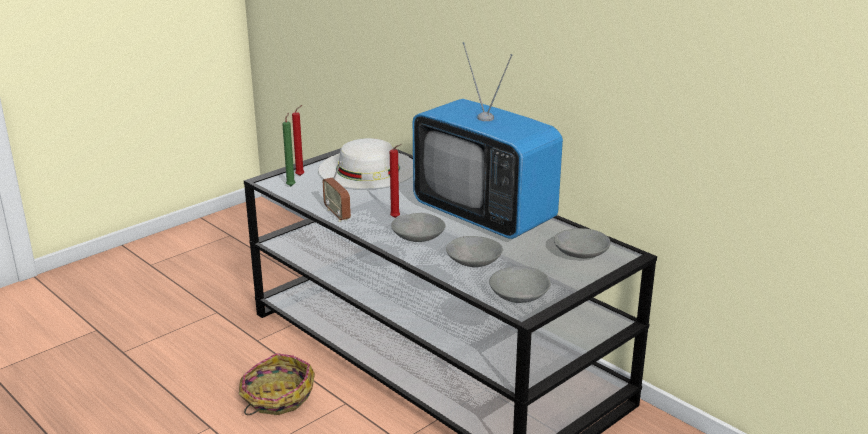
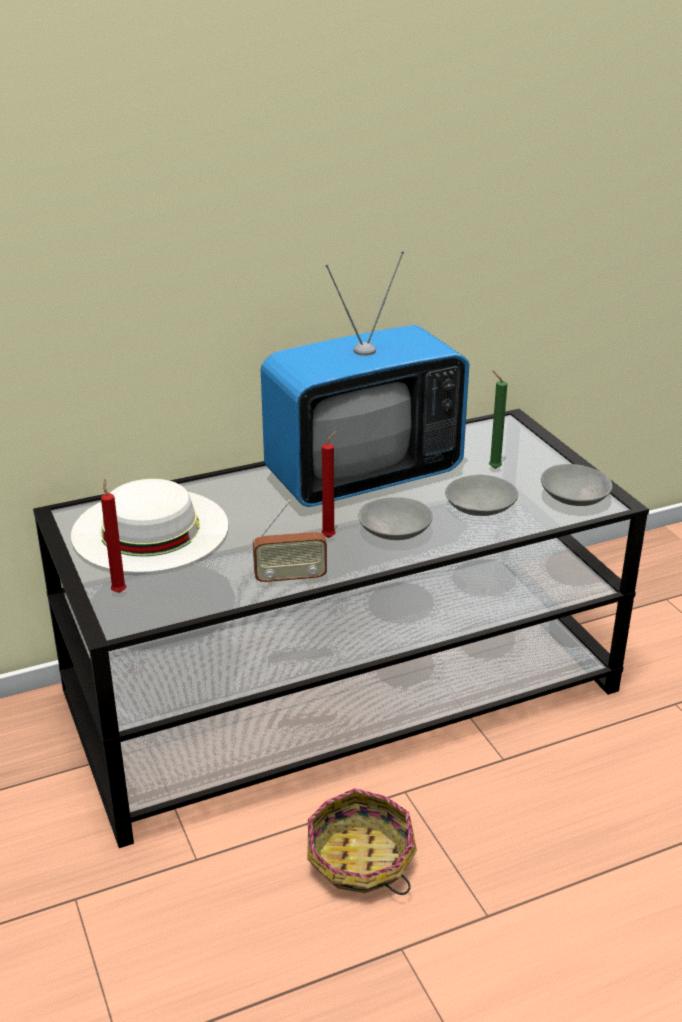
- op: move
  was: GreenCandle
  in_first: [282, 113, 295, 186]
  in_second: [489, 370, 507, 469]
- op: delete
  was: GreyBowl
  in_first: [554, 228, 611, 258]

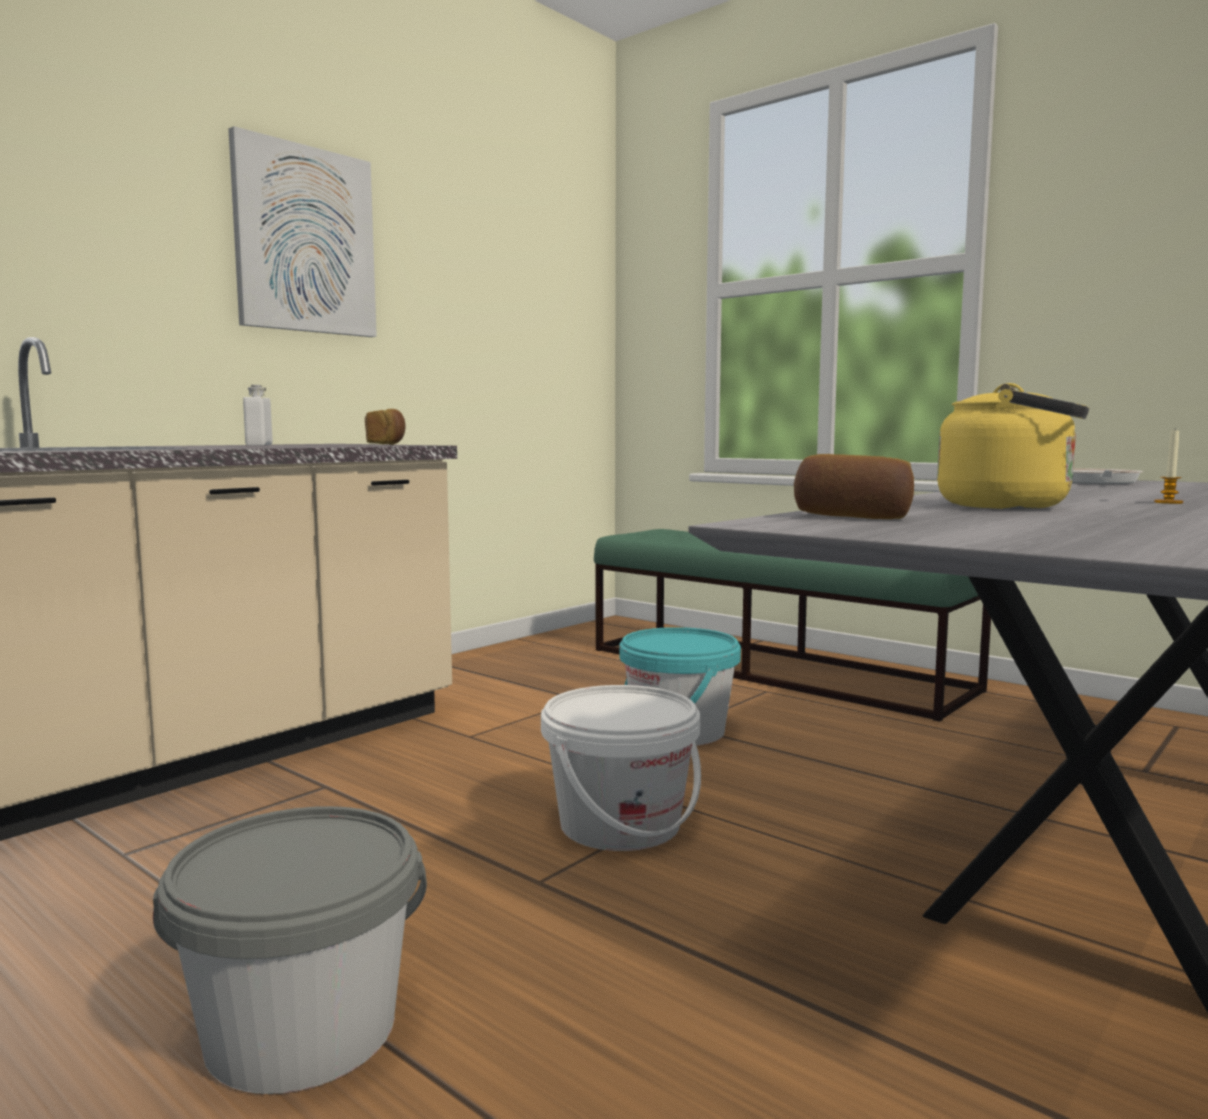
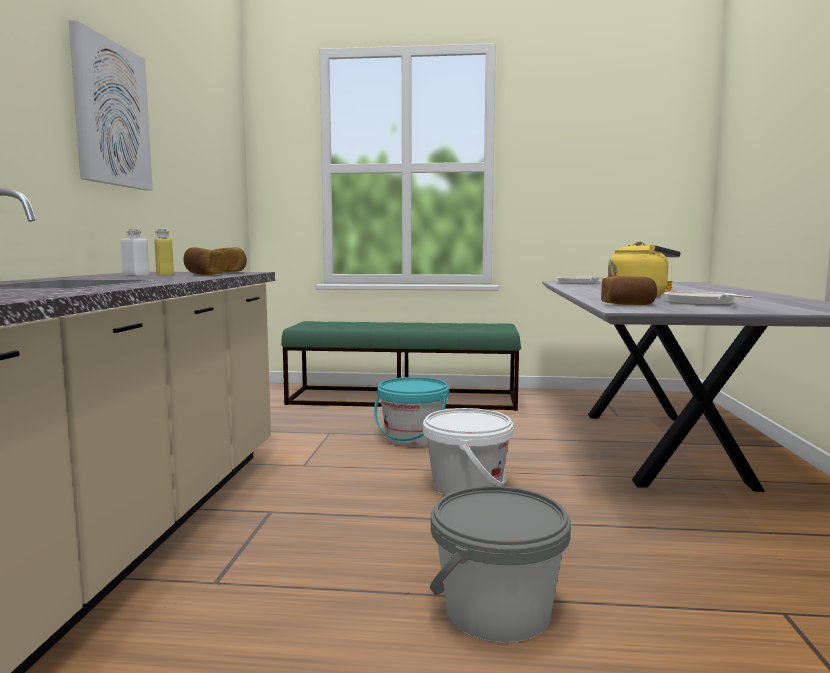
- op: insert
  now: YellowBottle
  in_second: [154, 229, 174, 276]
- op: insert
  now: Bread
  in_second: [183, 247, 224, 275]
- op: insert
  now: FryingPan
  in_second: [664, 292, 753, 305]

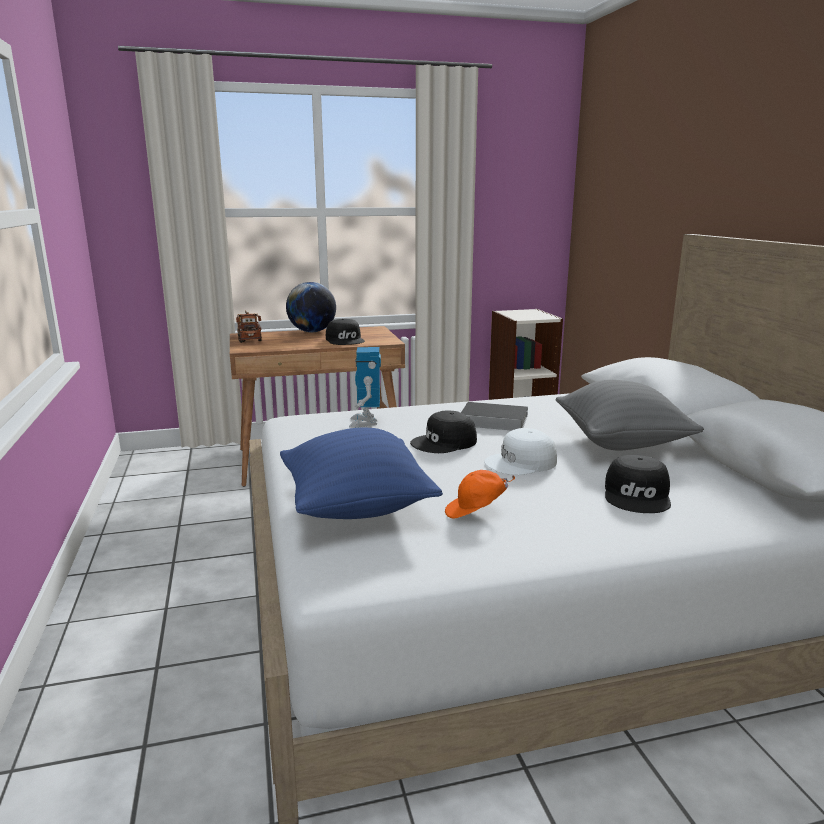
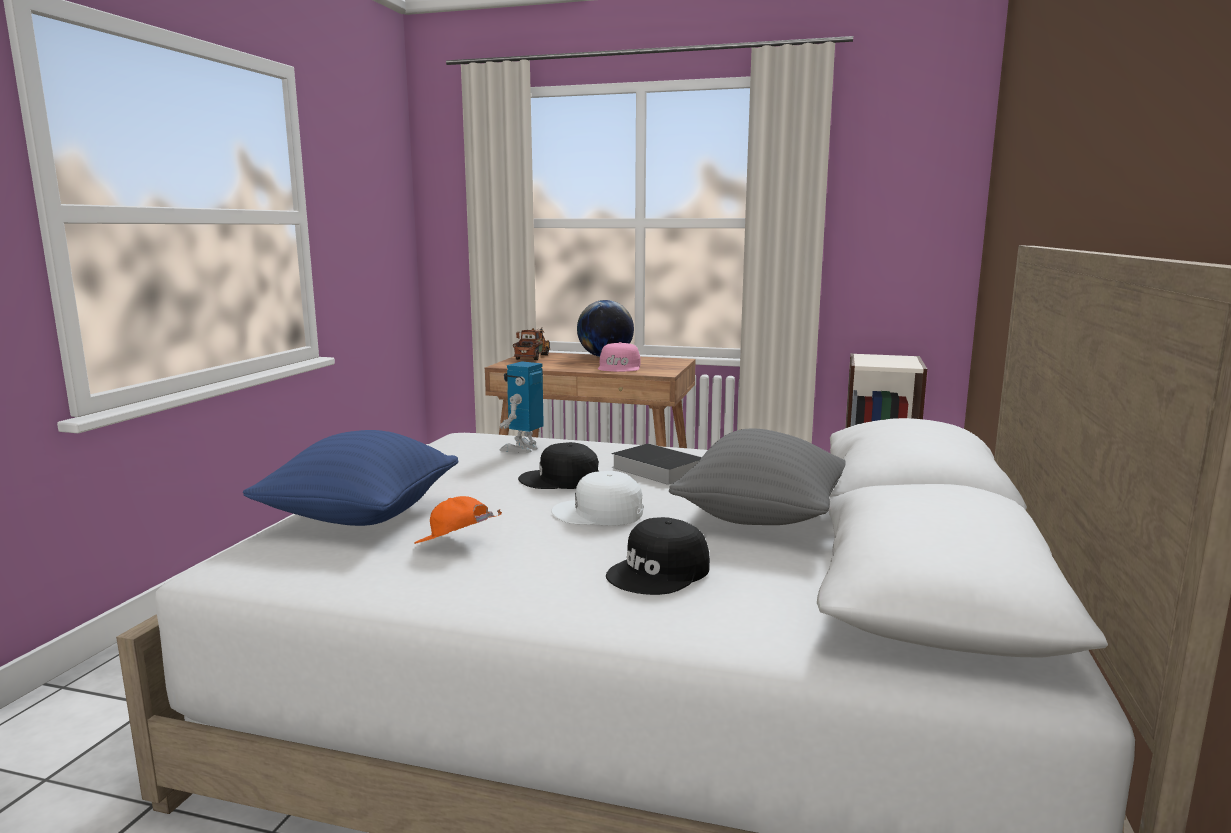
- op: recolor
  was: BlackCap
  now: PinkCap
  in_first: [326, 319, 365, 345]
  in_second: [598, 342, 641, 372]

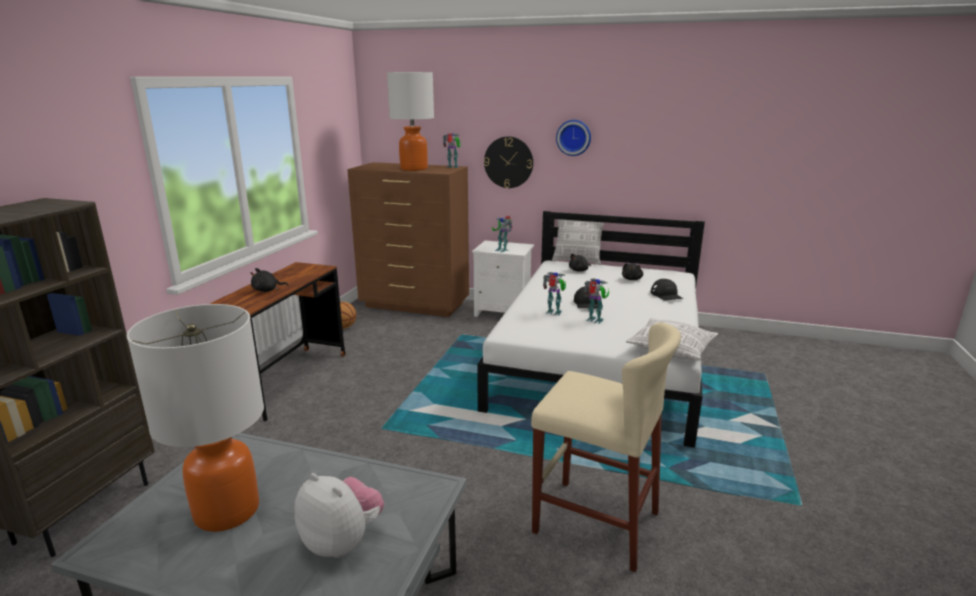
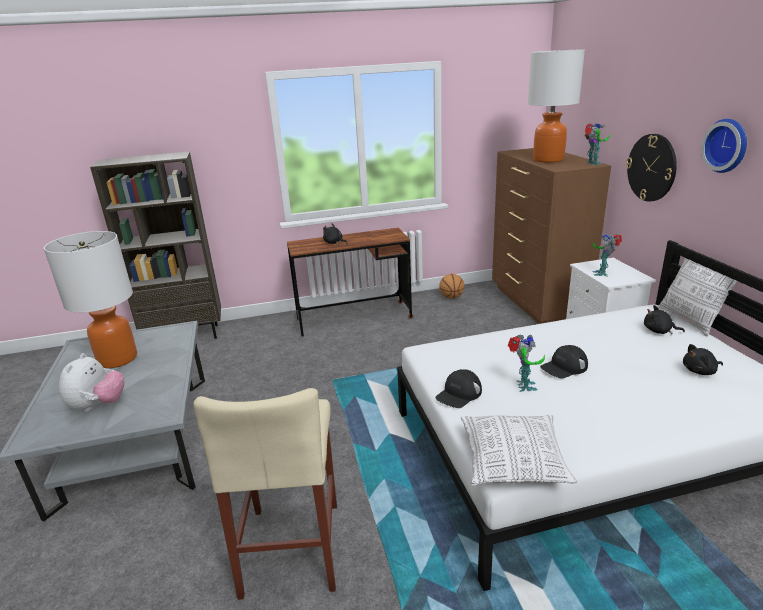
- op: delete
  was: ToyRobot
  in_first: [543, 272, 566, 316]
- op: move
  was: BlackCap
  in_first: [651, 279, 683, 301]
  in_second: [435, 369, 482, 408]

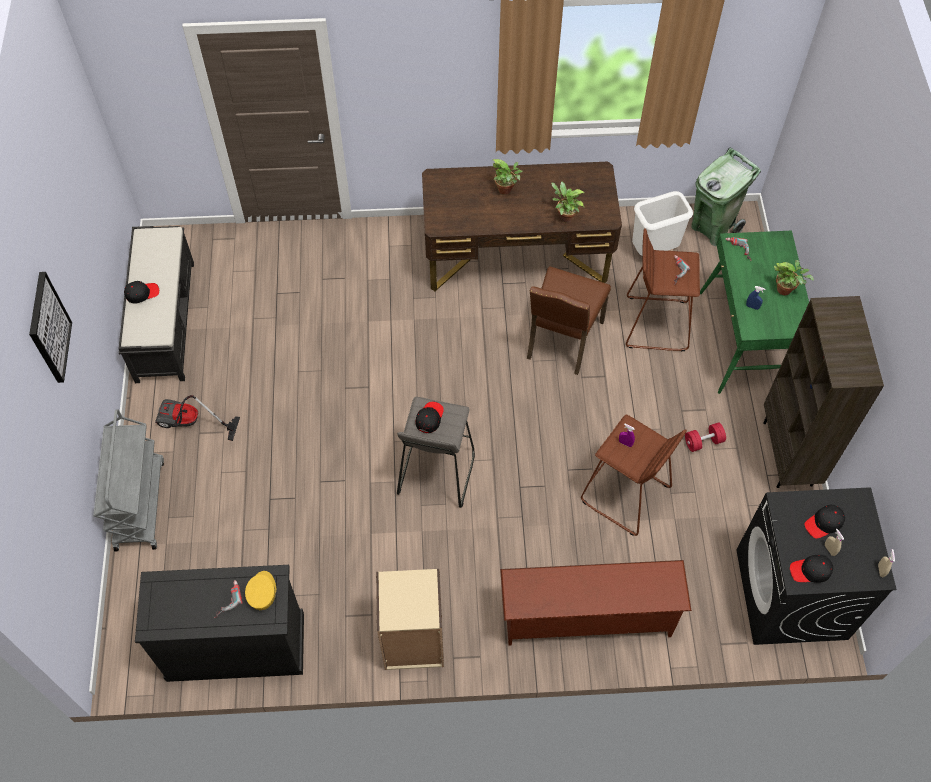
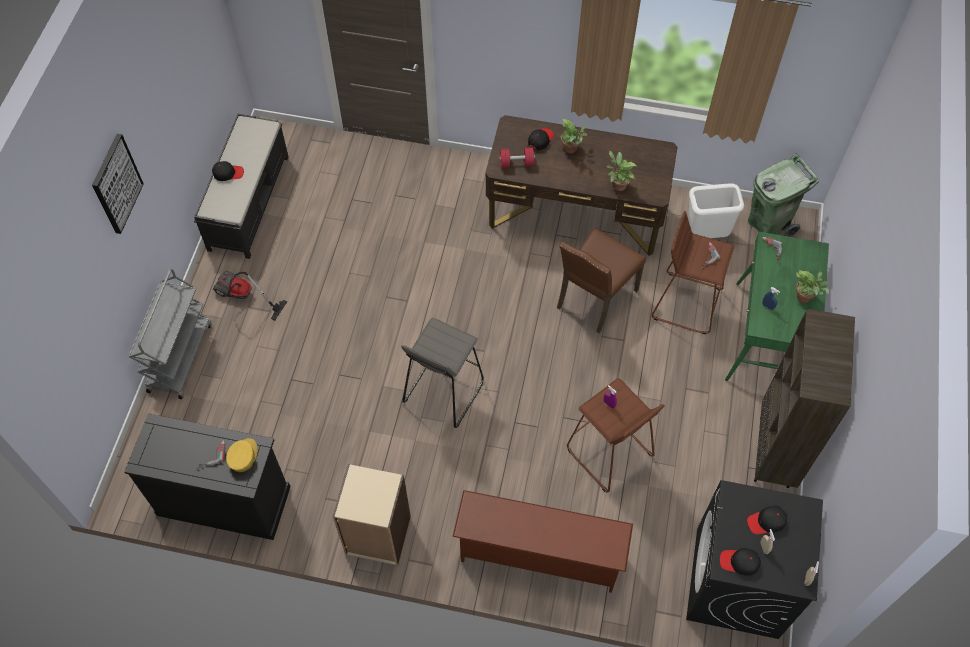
- op: move
  was: BlackCap
  in_first: [415, 402, 444, 433]
  in_second: [528, 128, 554, 151]
- op: move
  was: RedDumbbell
  in_first: [685, 423, 726, 452]
  in_second: [499, 147, 535, 168]

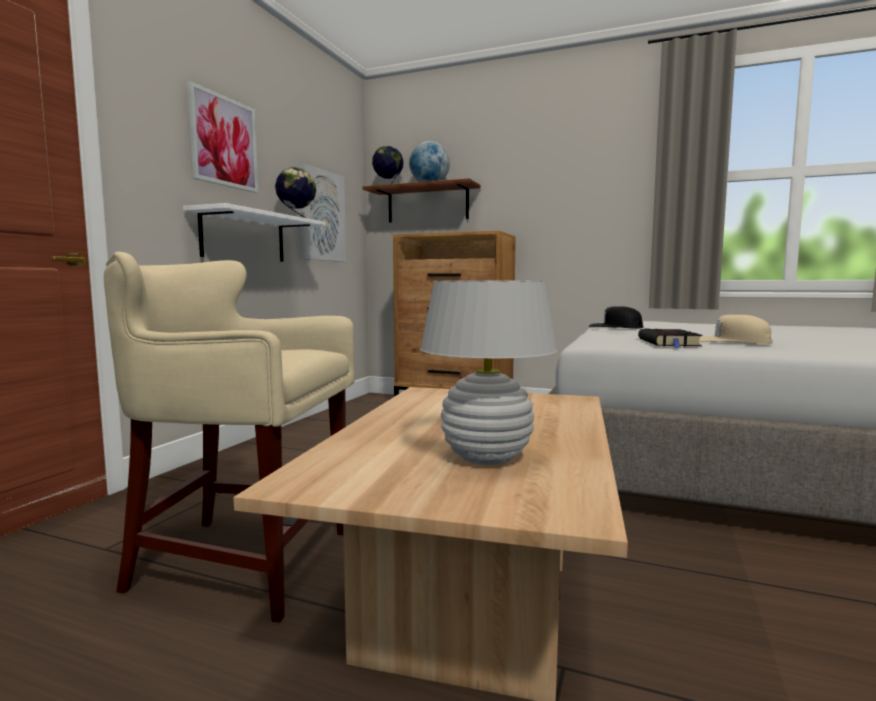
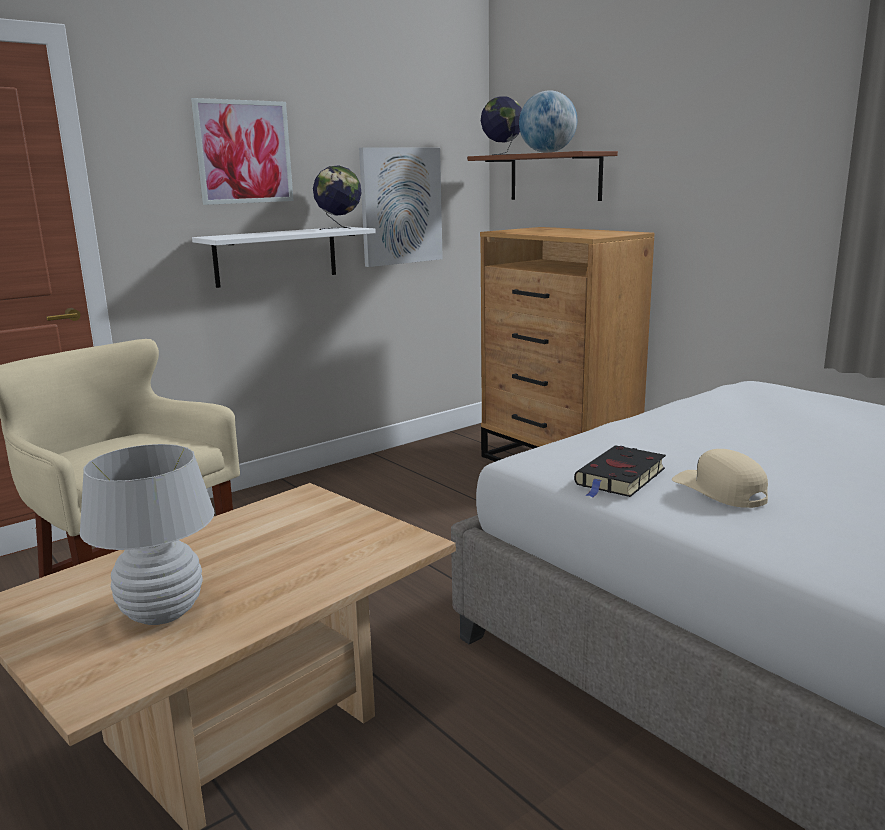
- op: delete
  was: BlackCap
  in_first: [589, 306, 643, 329]

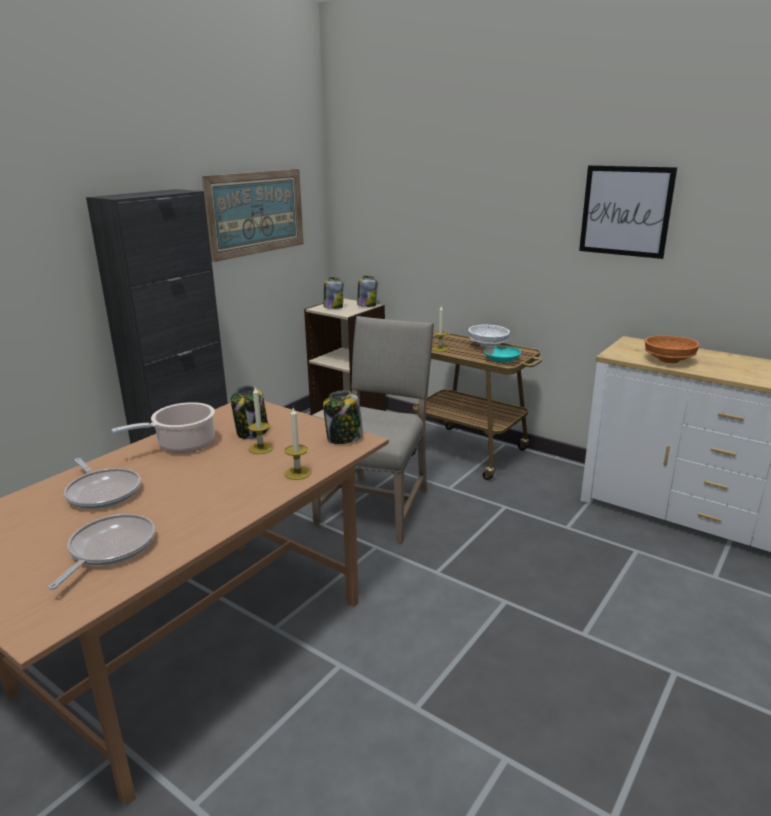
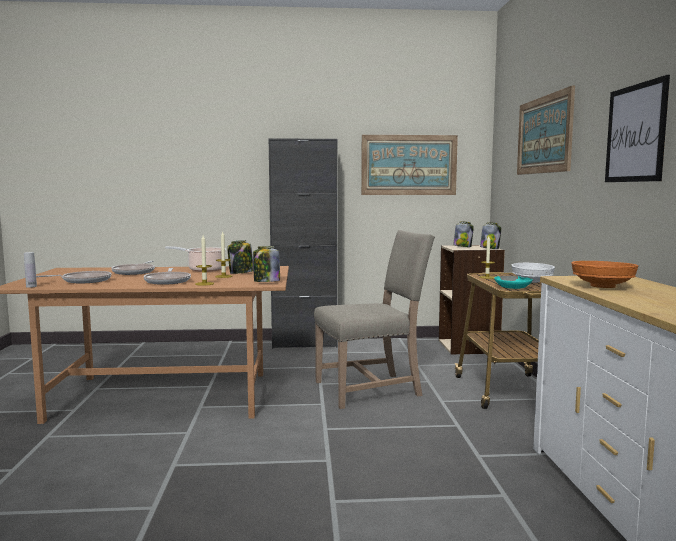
- op: insert
  now: Picture
  in_second: [517, 86, 575, 175]
- op: insert
  now: WhiteBottle
  in_second: [24, 252, 37, 288]
- op: insert
  now: FryingPan
  in_second: [144, 268, 191, 285]

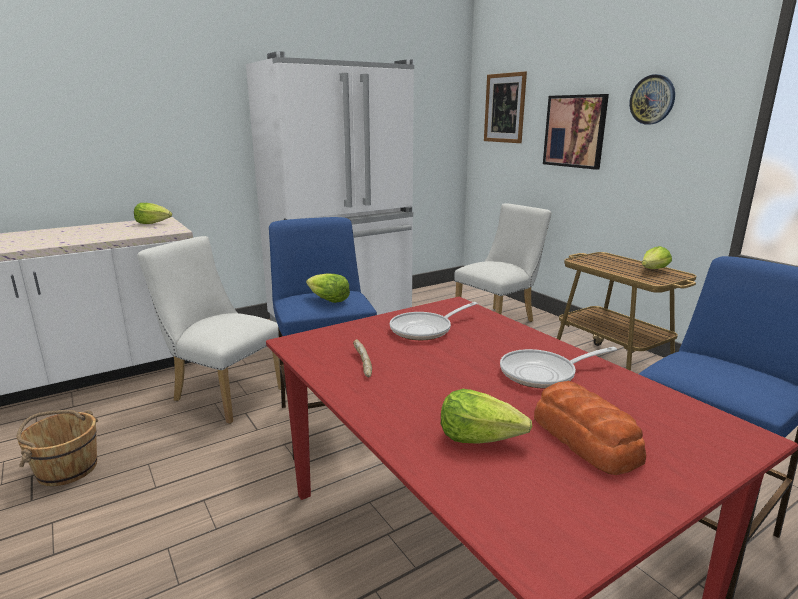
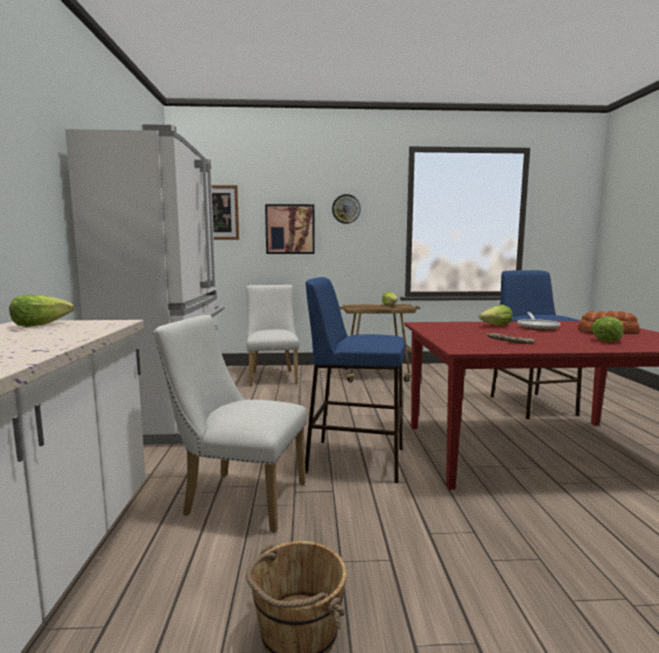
- op: rotate
  was: WhiteChair
  in_first: [137, 236, 281, 424]
  in_second: [153, 315, 307, 533]
  clockwise: 45
- op: move
  was: Lettuce
  in_first: [306, 273, 350, 303]
  in_second: [479, 305, 513, 325]
- op: delete
  was: FryingPan
  in_first: [390, 302, 478, 340]

